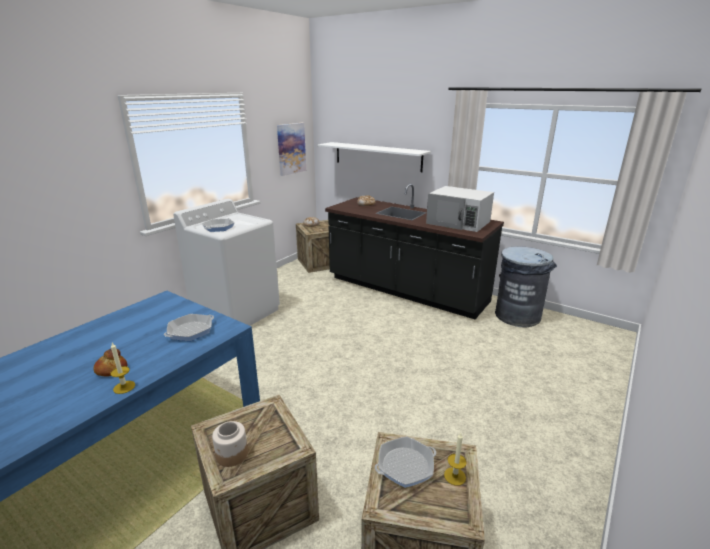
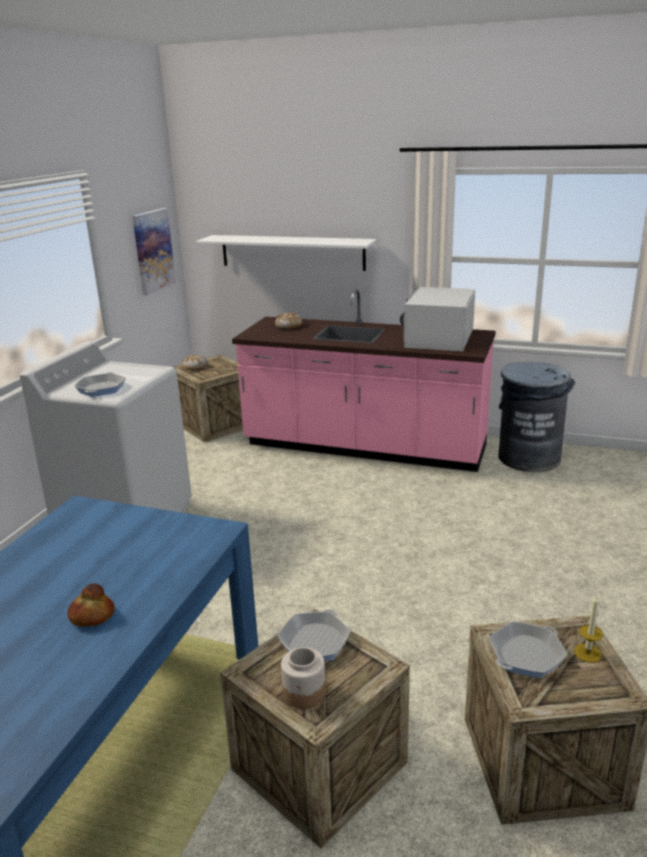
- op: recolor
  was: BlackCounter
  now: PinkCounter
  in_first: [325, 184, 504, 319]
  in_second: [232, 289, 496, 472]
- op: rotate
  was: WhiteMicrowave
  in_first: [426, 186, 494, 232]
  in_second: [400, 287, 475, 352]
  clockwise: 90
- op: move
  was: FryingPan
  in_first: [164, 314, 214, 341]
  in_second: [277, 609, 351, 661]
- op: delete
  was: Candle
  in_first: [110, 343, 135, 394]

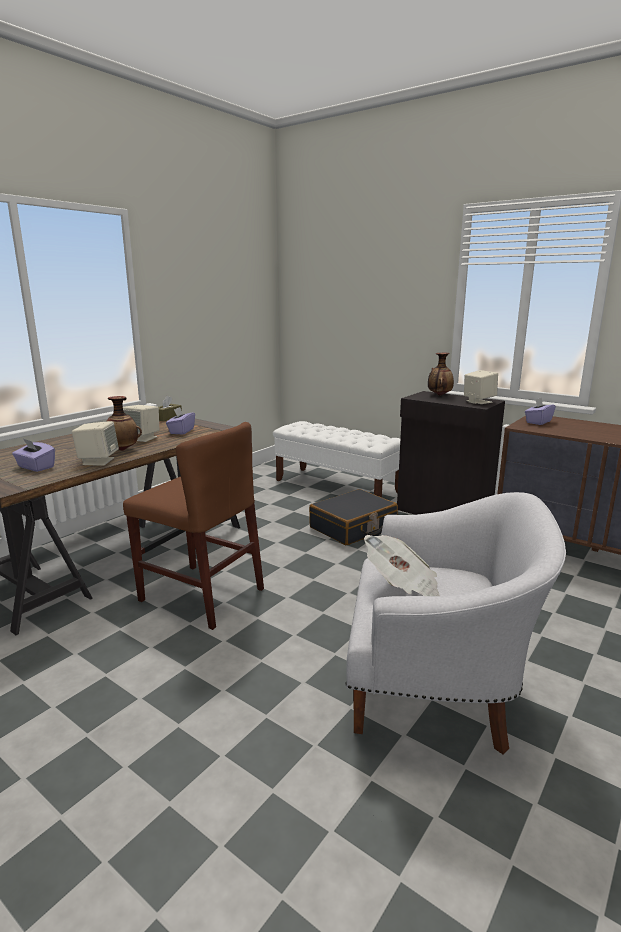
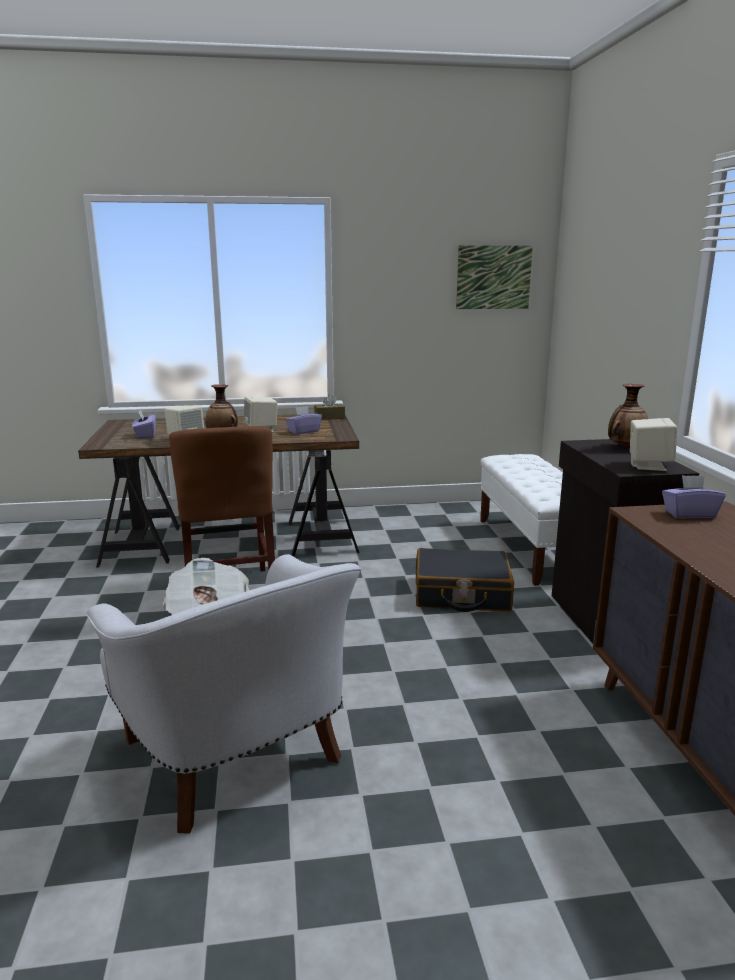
- op: insert
  now: Picture
  in_second: [456, 245, 533, 309]

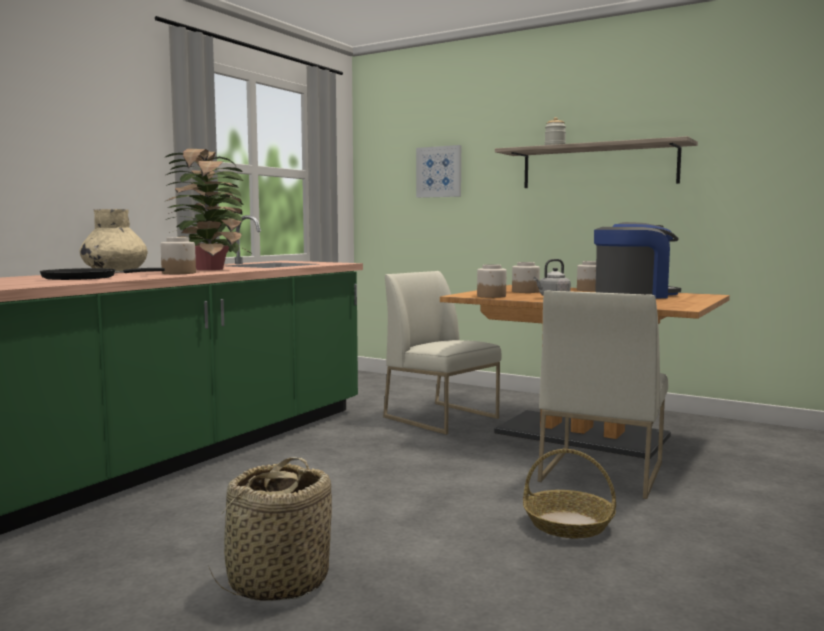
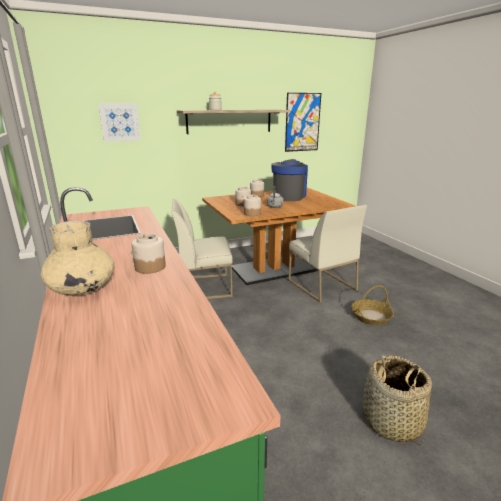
- op: delete
  was: PottedPlant
  in_first: [164, 149, 251, 270]
- op: delete
  was: BlackFryingPan
  in_first: [40, 268, 165, 280]
- op: insert
  now: Picture
  in_second: [285, 93, 321, 152]

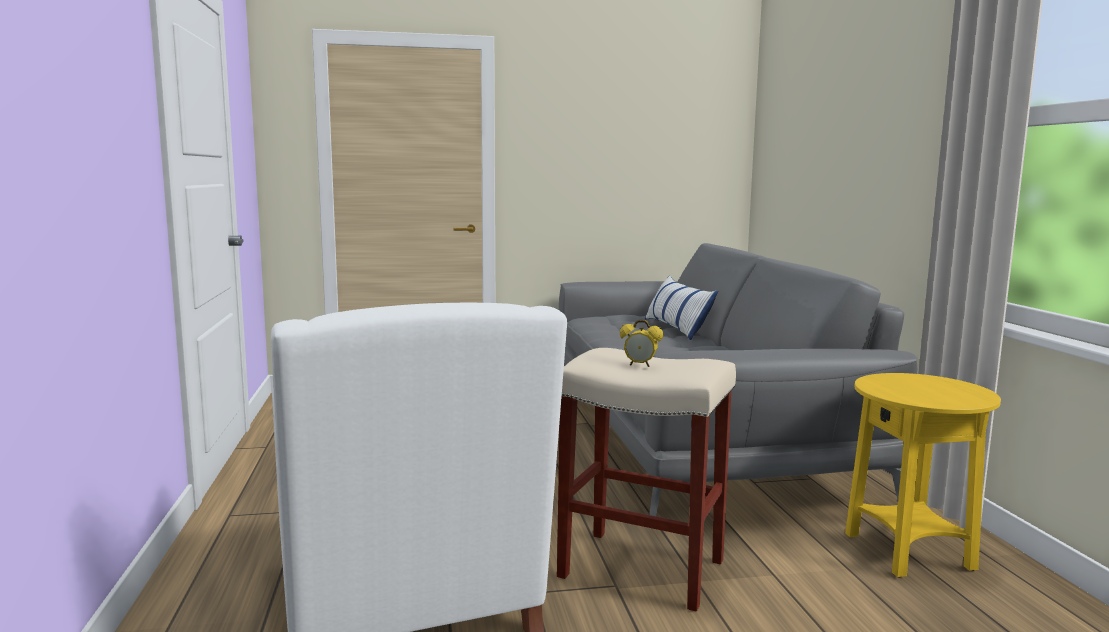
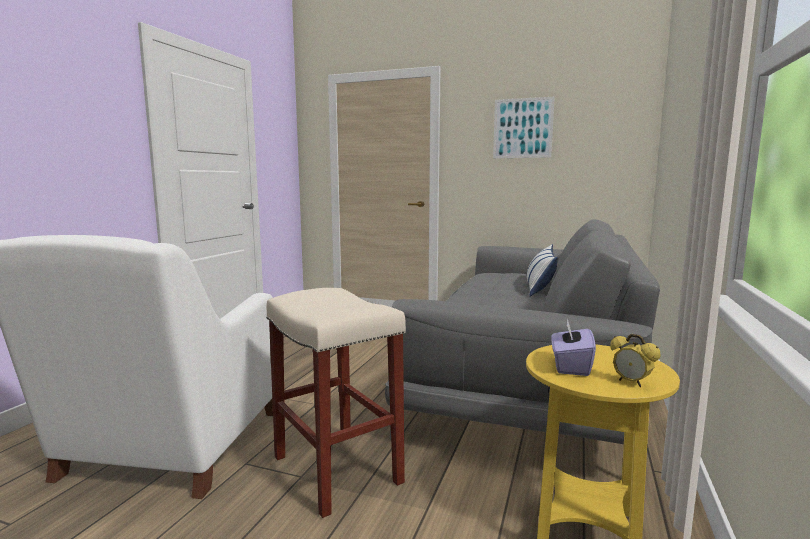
- op: move
  was: AlarmClock
  in_first: [620, 320, 663, 367]
  in_second: [610, 334, 661, 387]
- op: insert
  now: Picture
  in_second: [493, 97, 555, 158]
- op: insert
  now: PurpleTissueBox
  in_second: [551, 318, 596, 376]

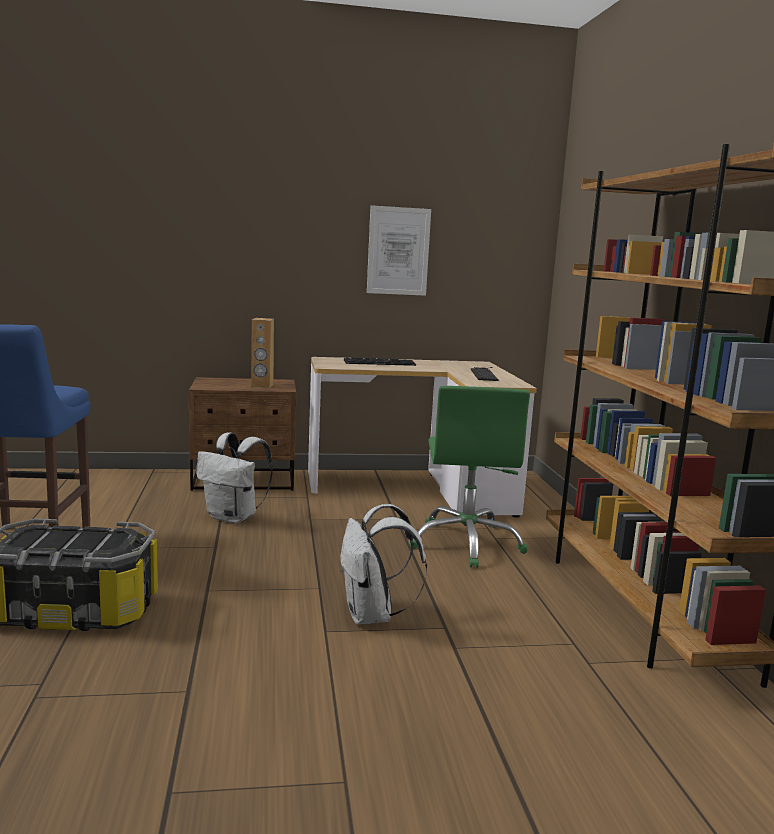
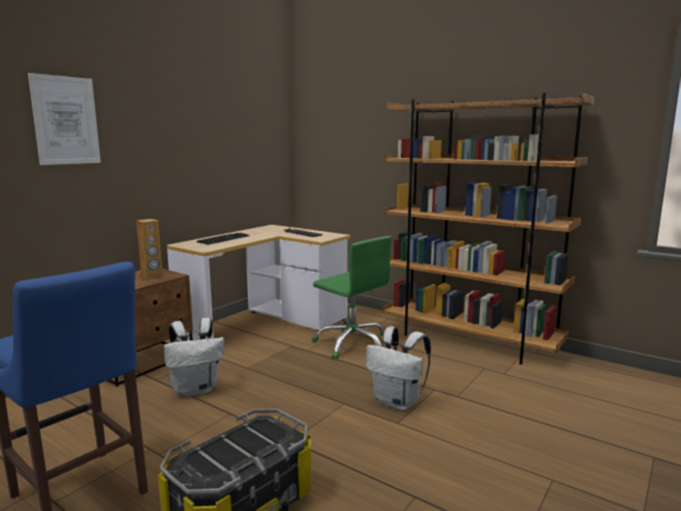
- op: move
  was: Picture
  in_first: [367, 205, 431, 296]
  in_second: [28, 73, 101, 165]

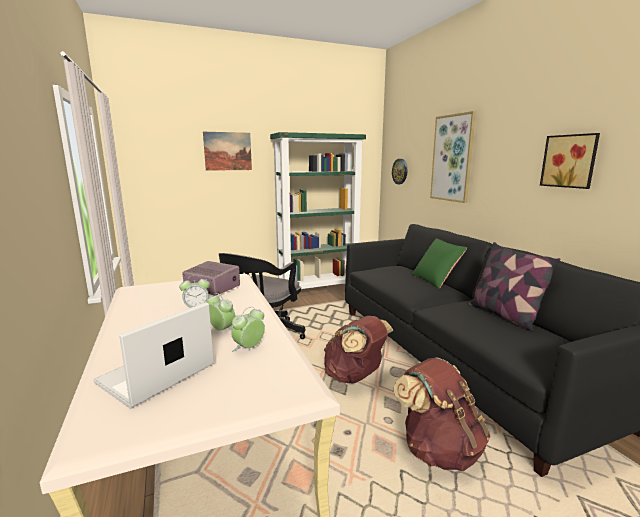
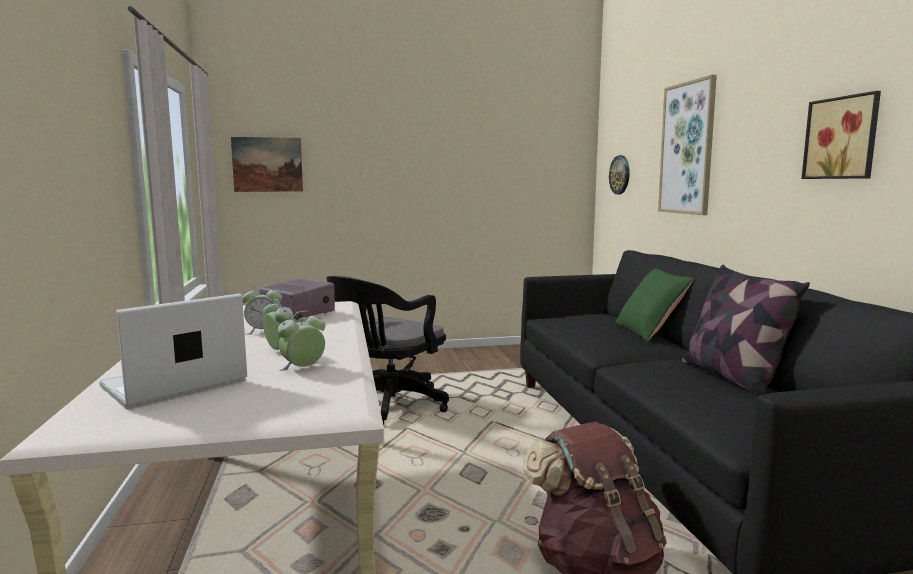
- op: move
  was: Picture
  in_first: [203, 132, 252, 171]
  in_second: [231, 137, 303, 192]
- op: delete
  was: GreenBookcase
  in_first: [270, 132, 366, 289]
- op: delete
  was: BrownBackpack
  in_first: [324, 316, 393, 383]

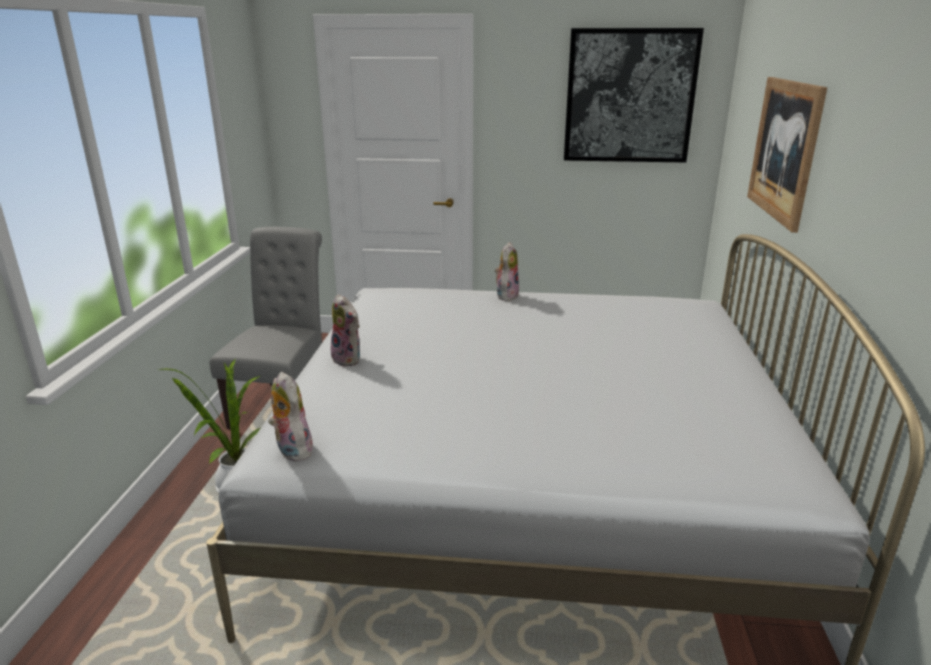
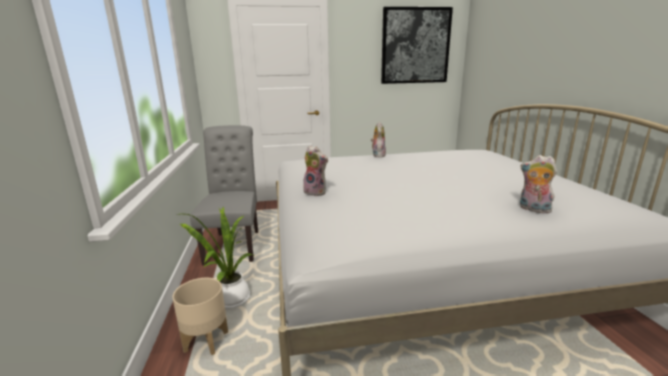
- op: delete
  was: Picture
  in_first: [747, 77, 827, 233]
- op: move
  was: PlushToy
  in_first: [268, 372, 313, 461]
  in_second: [520, 155, 557, 214]
- op: insert
  now: BeigePlanter
  in_second: [173, 278, 228, 355]

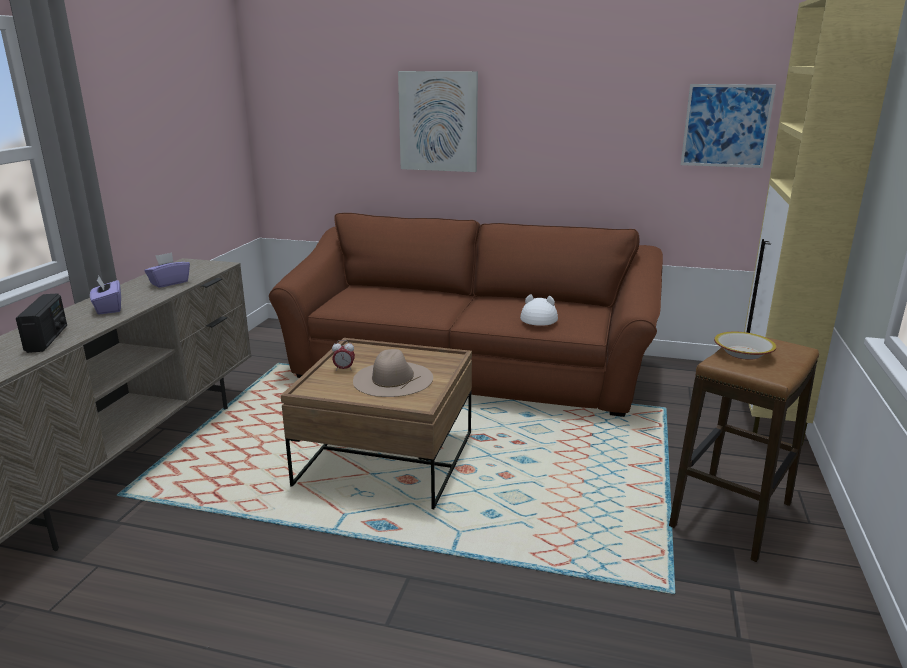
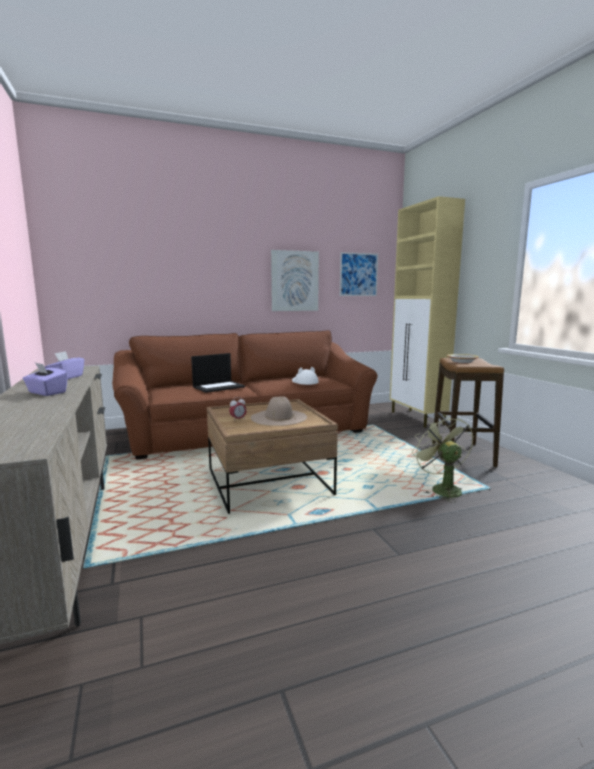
- op: move
  was: Picture
  in_first: [398, 71, 478, 172]
  in_second: [271, 250, 319, 311]
- op: delete
  was: Radio
  in_first: [16, 293, 67, 353]
- op: insert
  now: Laptop
  in_second: [191, 353, 245, 393]
- op: insert
  now: GreenFan
  in_second: [412, 414, 474, 503]

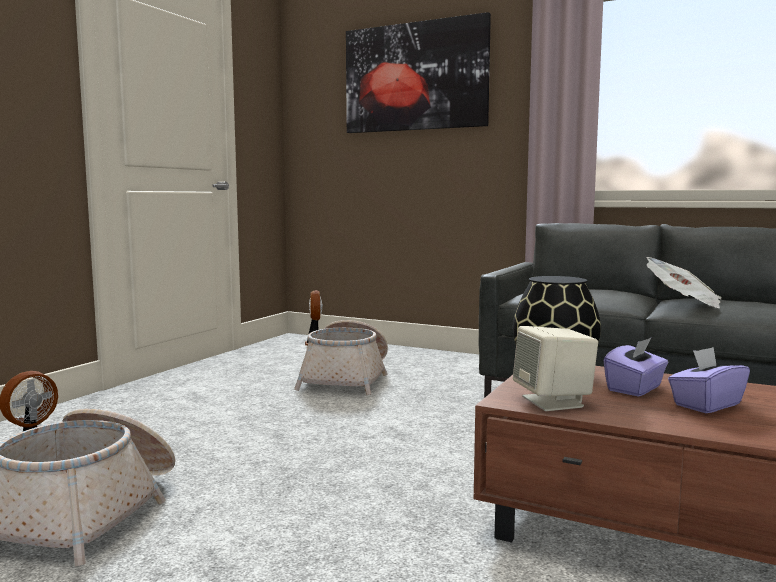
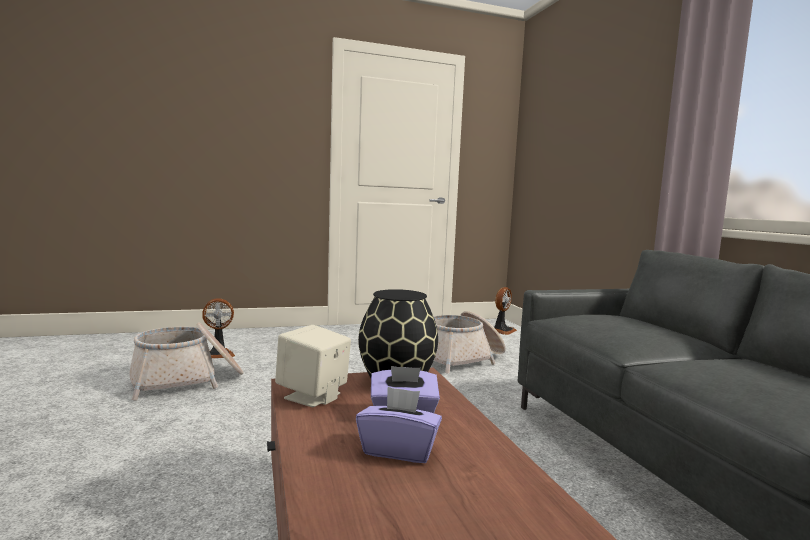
- op: delete
  was: Picture
  in_first: [346, 12, 491, 133]
- op: delete
  was: Newspaper
  in_first: [647, 257, 722, 308]

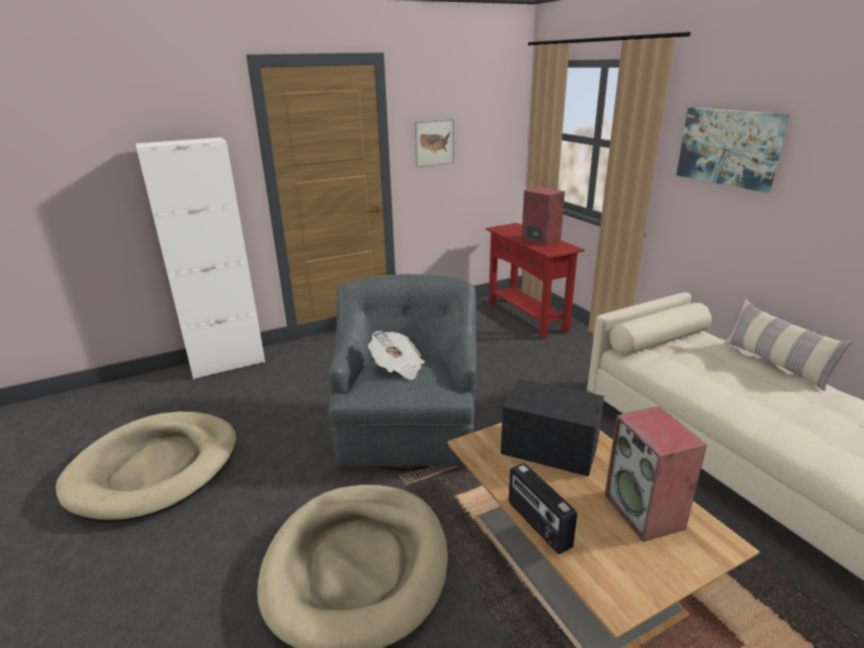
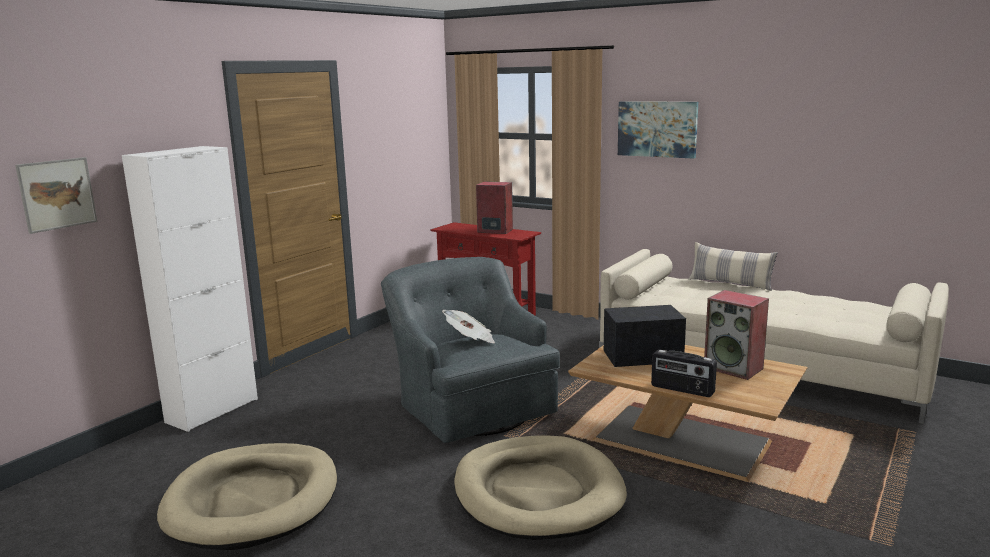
- op: move
  was: Picture
  in_first: [415, 119, 454, 167]
  in_second: [15, 157, 97, 234]

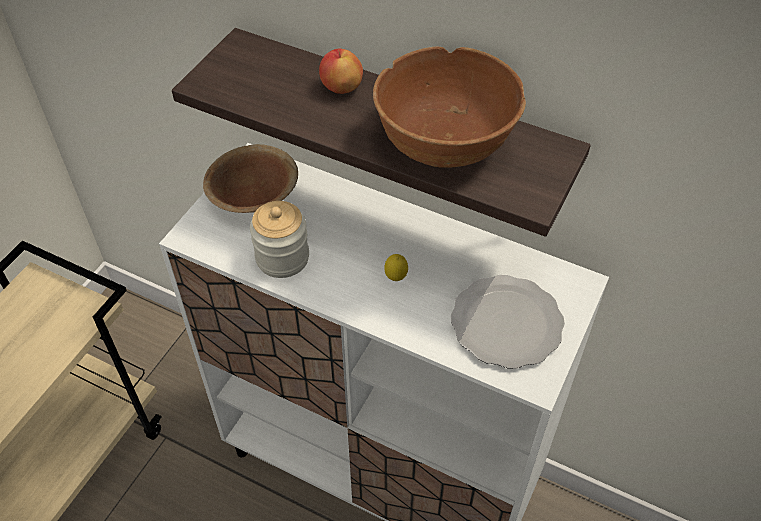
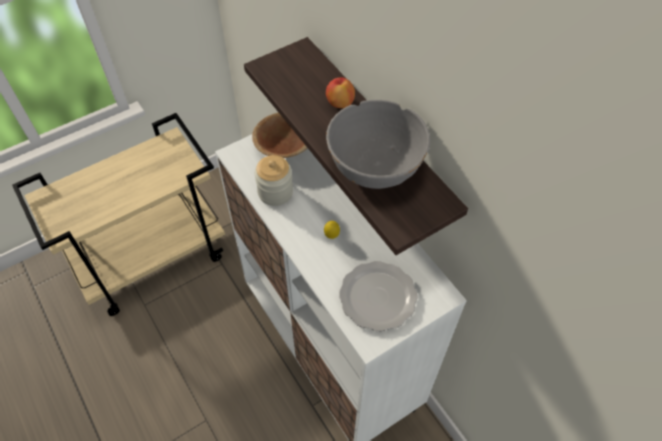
- op: recolor
  was: BrownBowl
  now: GreyBowl
  in_first: [373, 46, 526, 168]
  in_second: [326, 100, 430, 189]

